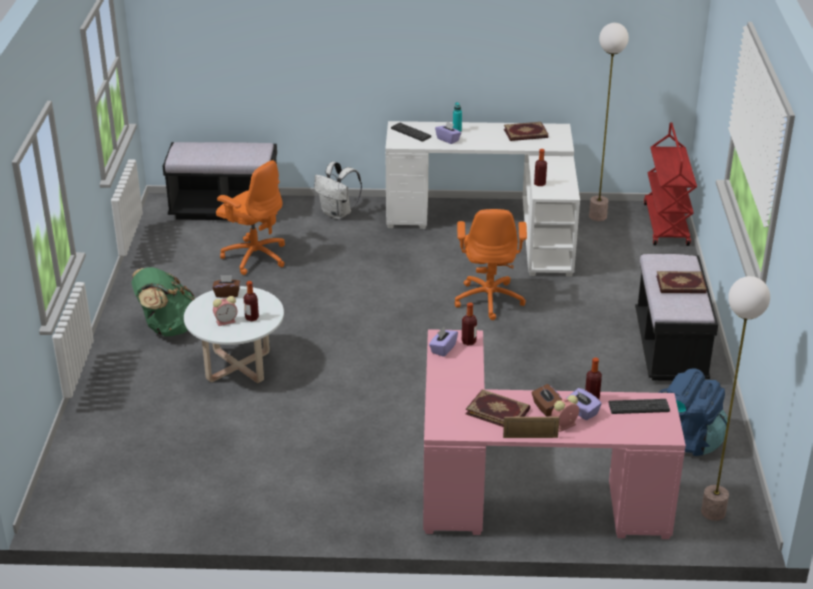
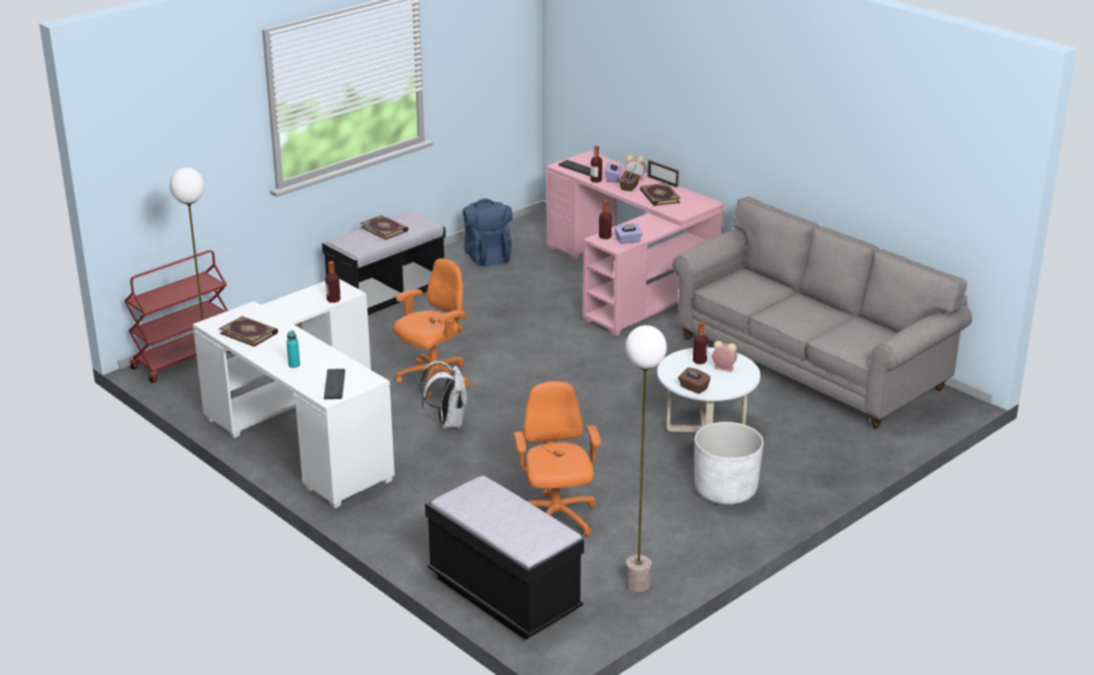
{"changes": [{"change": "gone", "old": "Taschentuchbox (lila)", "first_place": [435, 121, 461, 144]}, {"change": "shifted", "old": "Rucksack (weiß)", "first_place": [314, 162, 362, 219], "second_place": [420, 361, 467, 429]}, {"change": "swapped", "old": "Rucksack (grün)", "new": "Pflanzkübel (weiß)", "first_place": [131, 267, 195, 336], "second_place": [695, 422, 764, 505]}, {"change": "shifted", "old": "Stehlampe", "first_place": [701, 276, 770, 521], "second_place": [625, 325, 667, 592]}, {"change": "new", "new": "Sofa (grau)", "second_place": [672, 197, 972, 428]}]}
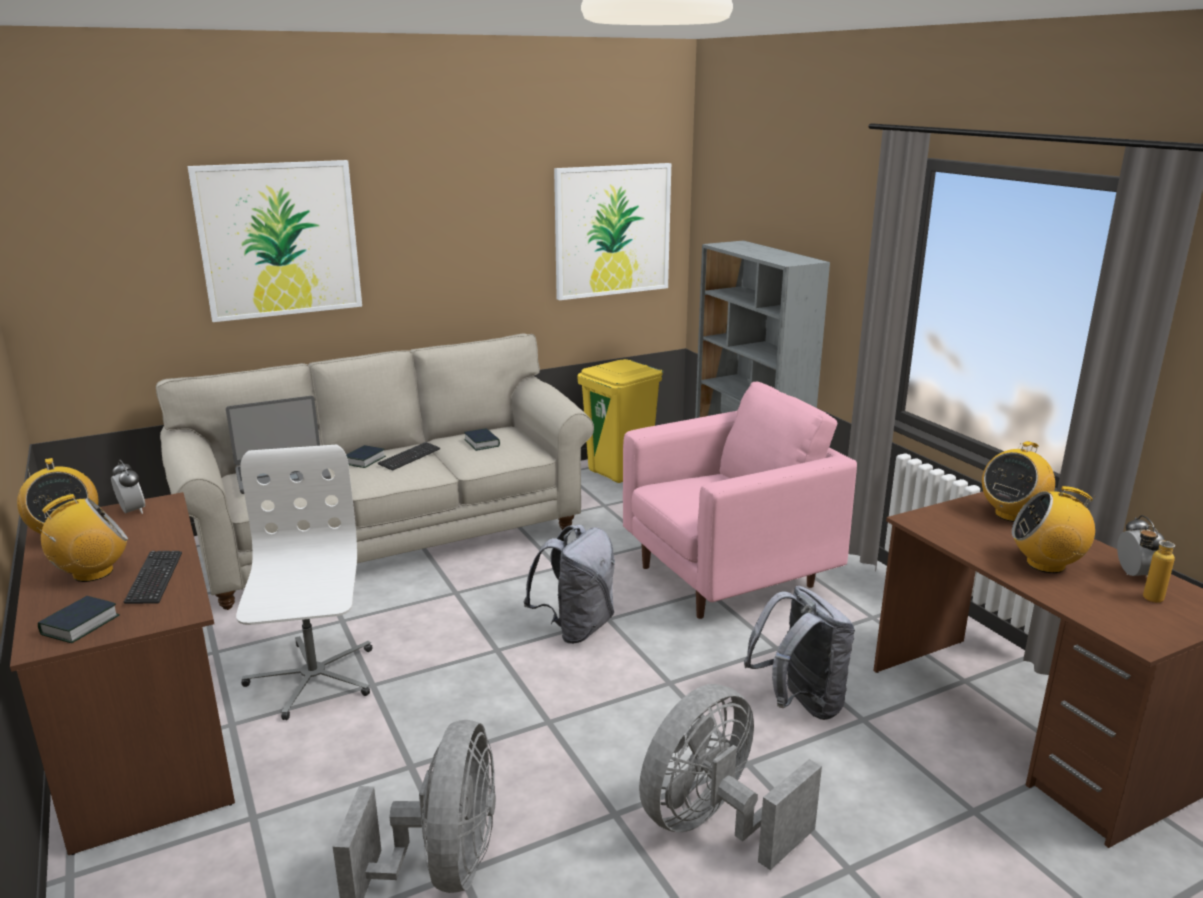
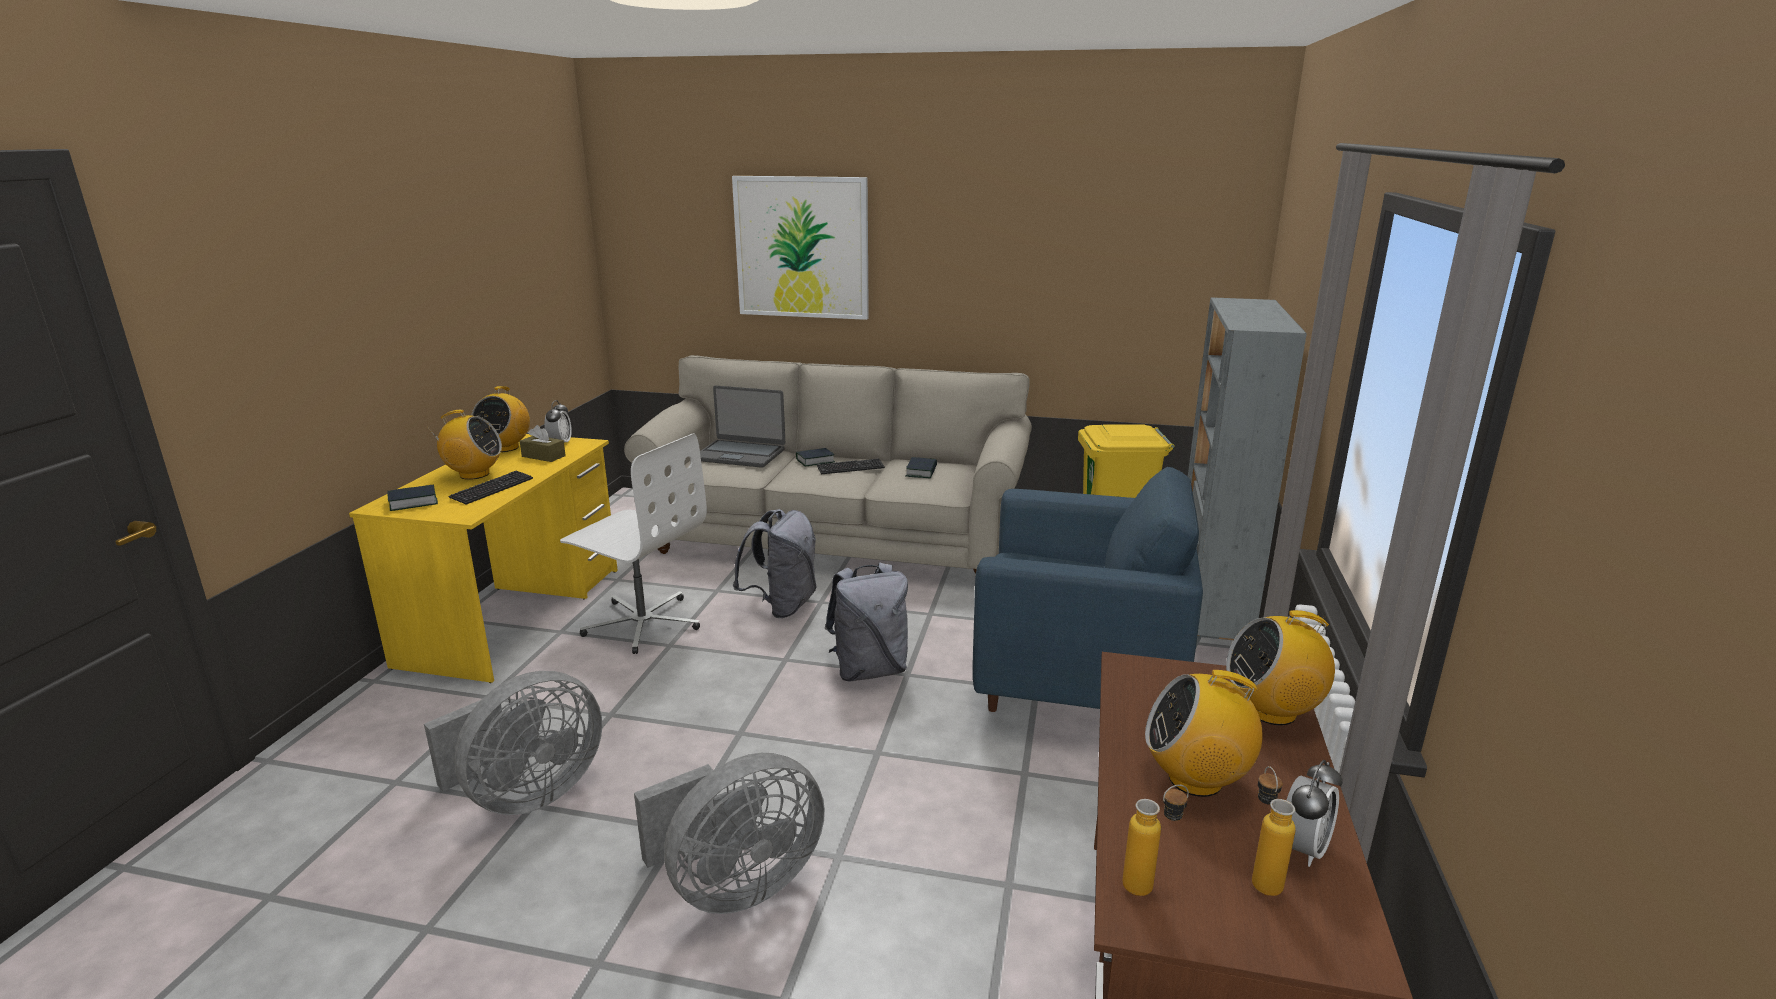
{"changes": [{"change": "gone", "old": "Bild", "first_place": [554, 163, 671, 300]}, {"change": "repainted", "old": "Sessel (rosa)", "new": "Sessel (blau)", "first_place": [623, 381, 857, 619], "second_place": [973, 467, 1203, 712]}, {"change": "rotated", "old": "Bürostuhl (weiß)", "first_place": [236, 444, 372, 720], "second_place": [560, 433, 707, 654], "degrees": 90}, {"change": "rotated", "old": "Radio", "first_place": [1012, 486, 1096, 573], "second_place": [1145, 670, 1263, 797], "degrees": -45}, {"change": "repainted", "old": "Schreibtisch (braun)", "new": "Schreibtisch (gelb)", "first_place": [10, 492, 235, 855], "second_place": [349, 434, 618, 683]}, {"change": "shifted", "old": "Rucksack (grau)", "first_place": [744, 586, 855, 720], "second_place": [733, 509, 816, 618]}, {"change": "rotated", "old": "Ventilator (grau)", "first_place": [639, 684, 822, 870], "second_place": [634, 753, 825, 914], "degrees": 150}, {"change": "new", "new": "Taschentuchbox (braun)", "second_place": [520, 425, 566, 462]}, {"change": "new", "new": "Flasche", "second_place": [1123, 785, 1189, 896]}]}
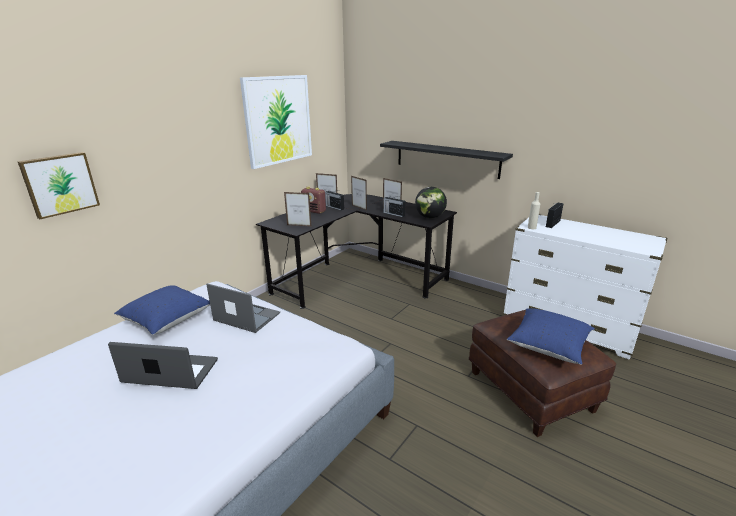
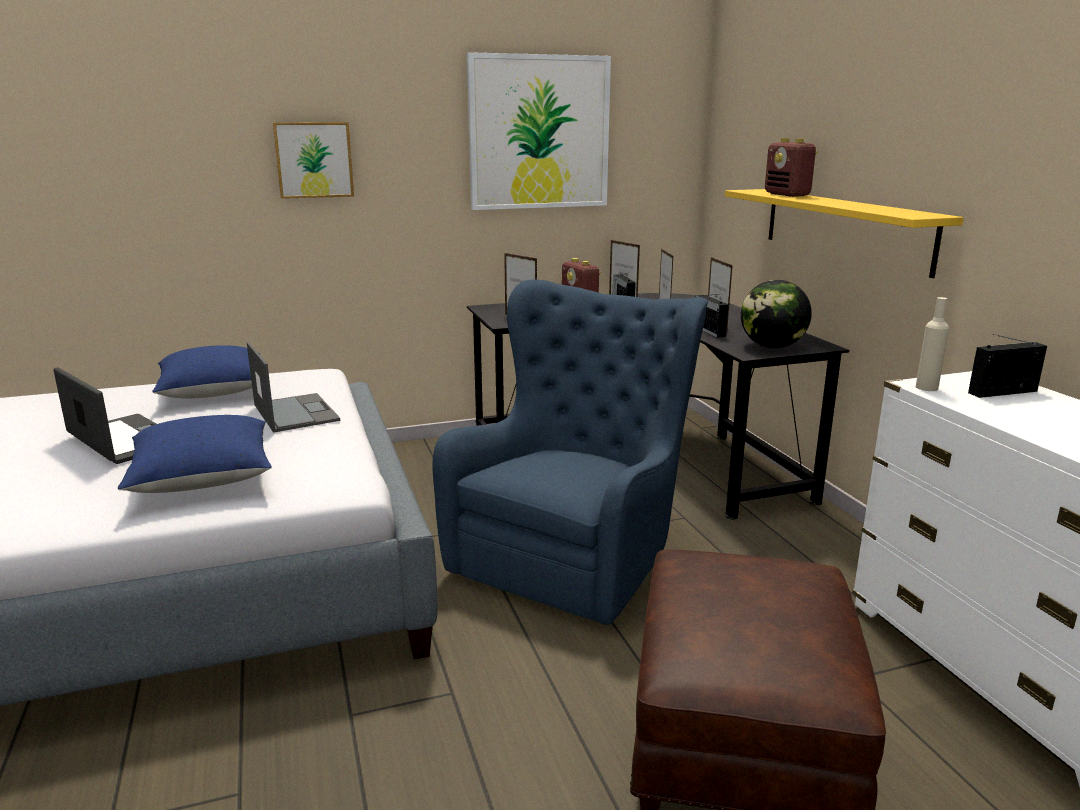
{"changes": [{"change": "repainted", "old": "Wandregal (schwarz)", "new": "Wandregal (gelb)", "first_place": [380, 141, 513, 179], "second_place": [725, 189, 964, 278]}, {"change": "shifted", "old": "Bild", "first_place": [18, 152, 100, 219], "second_place": [273, 122, 354, 199]}, {"change": "shifted", "old": "Kissen (blau)", "first_place": [507, 308, 595, 365], "second_place": [118, 415, 272, 493]}, {"change": "new", "new": "Radio", "second_place": [765, 138, 818, 197]}, {"change": "new", "new": "Sessel (blau)", "second_place": [432, 279, 708, 625]}]}
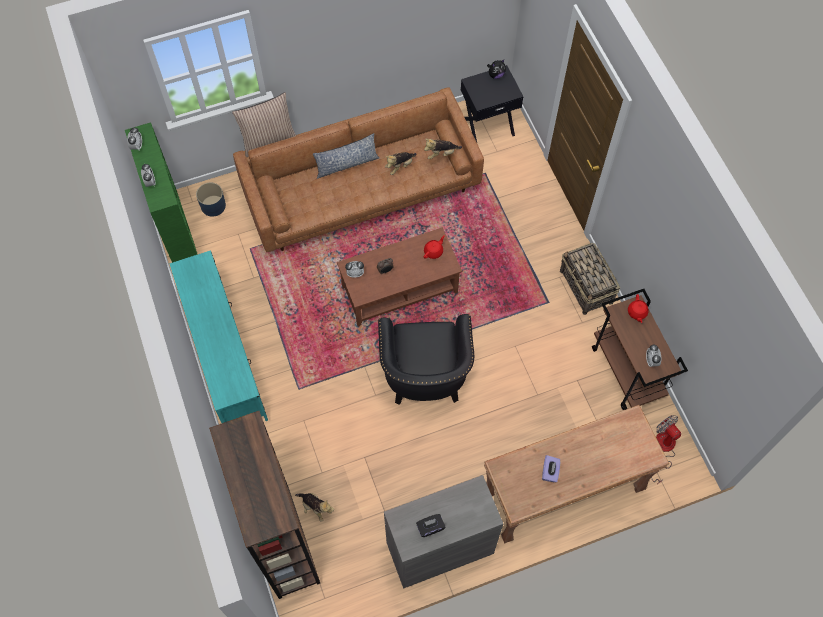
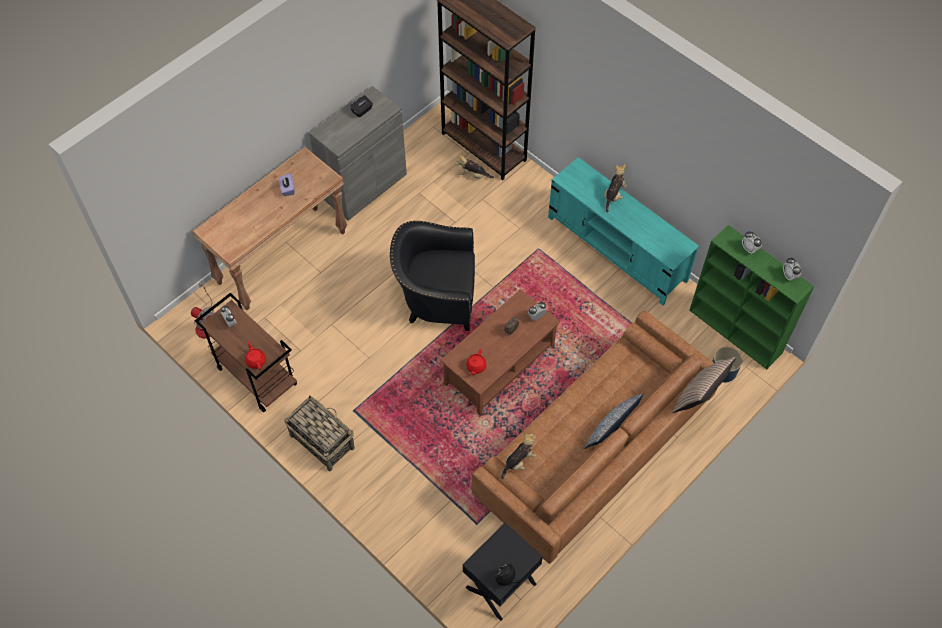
{"changes": [{"change": "shifted", "old": "Plüschtier", "first_place": [385, 152, 416, 175], "second_place": [605, 164, 627, 213]}, {"change": "rotated", "old": "Sessel (schwarz)", "first_place": [378, 314, 474, 405], "second_place": [390, 221, 475, 331], "degrees": -60}]}
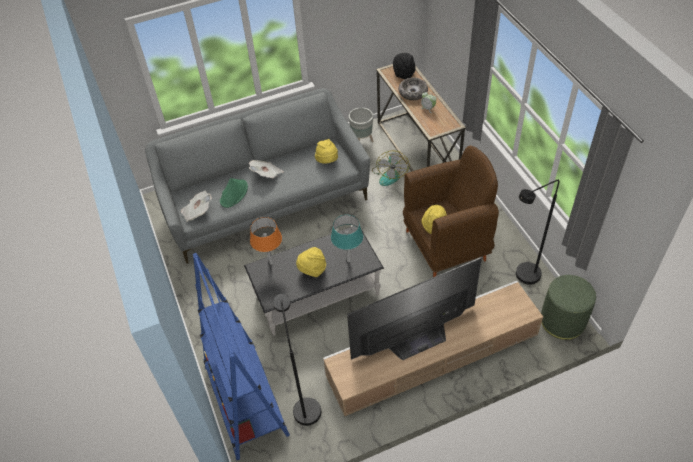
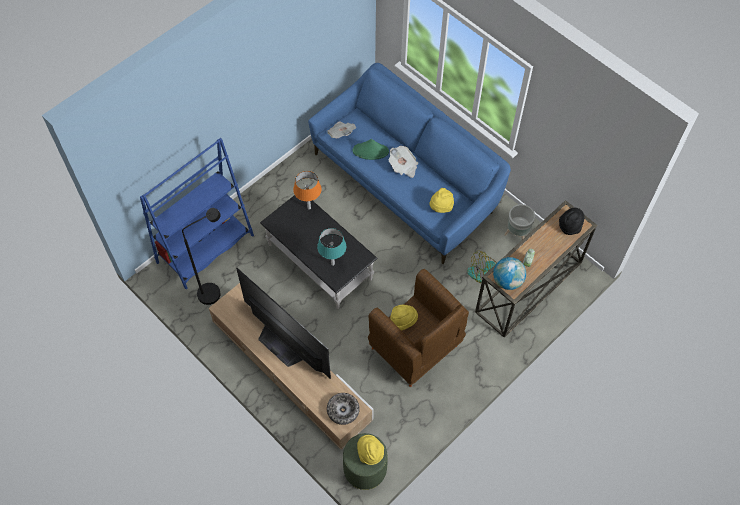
{"changes": [{"change": "shifted", "old": "Schüssel", "first_place": [398, 78, 428, 100], "second_place": [327, 393, 360, 425]}, {"change": "repainted", "old": "Sofa (grau)", "new": "Sofa (blau)", "first_place": [145, 88, 370, 264], "second_place": [308, 63, 511, 264]}, {"change": "gone", "old": "Stehlampe (schwarz)", "first_place": [516, 180, 560, 285]}, {"change": "shifted", "old": "Hut (gelb)", "first_place": [296, 247, 326, 277], "second_place": [357, 435, 384, 465]}, {"change": "new", "new": "Globus", "second_place": [493, 257, 526, 290]}]}
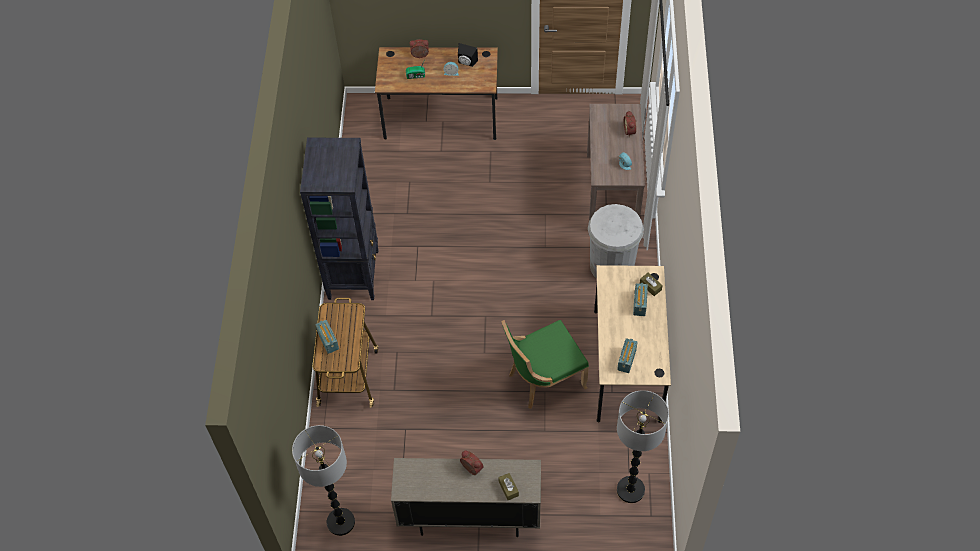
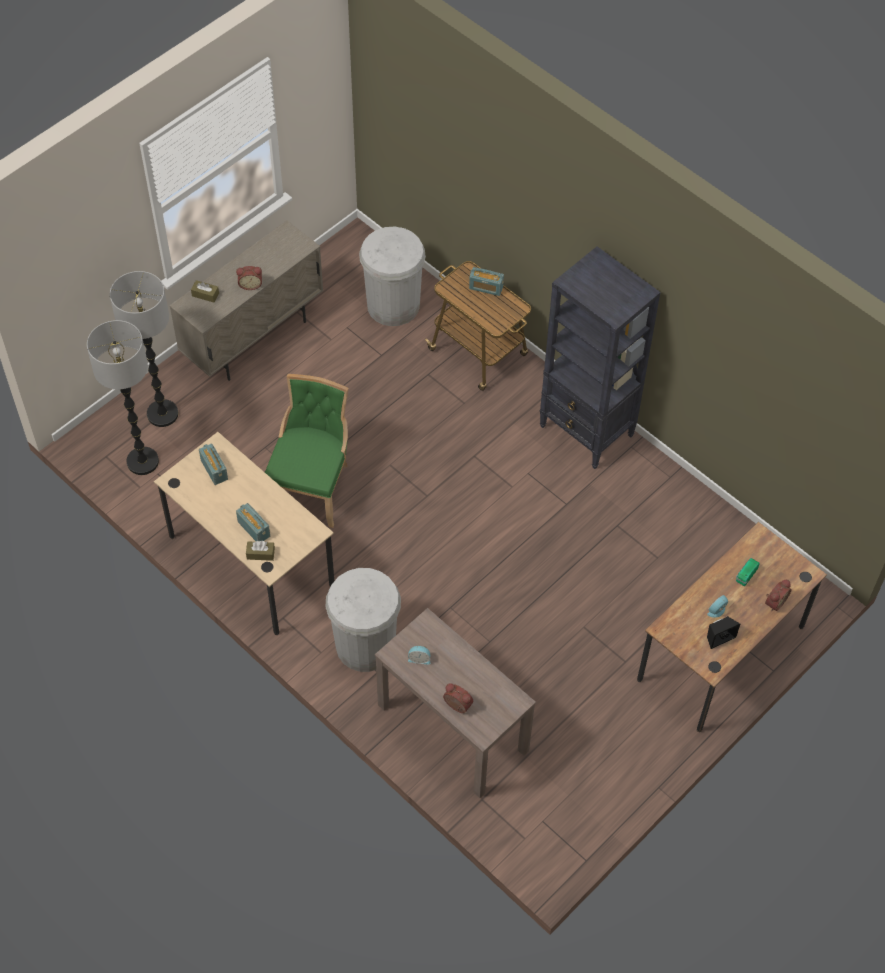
{"changes": [{"change": "shifted", "old": "Stehlampe", "first_place": [292, 425, 355, 536], "second_place": [110, 271, 178, 427]}, {"change": "new", "new": "Mülleimer (weiß)", "second_place": [359, 226, 426, 326]}]}
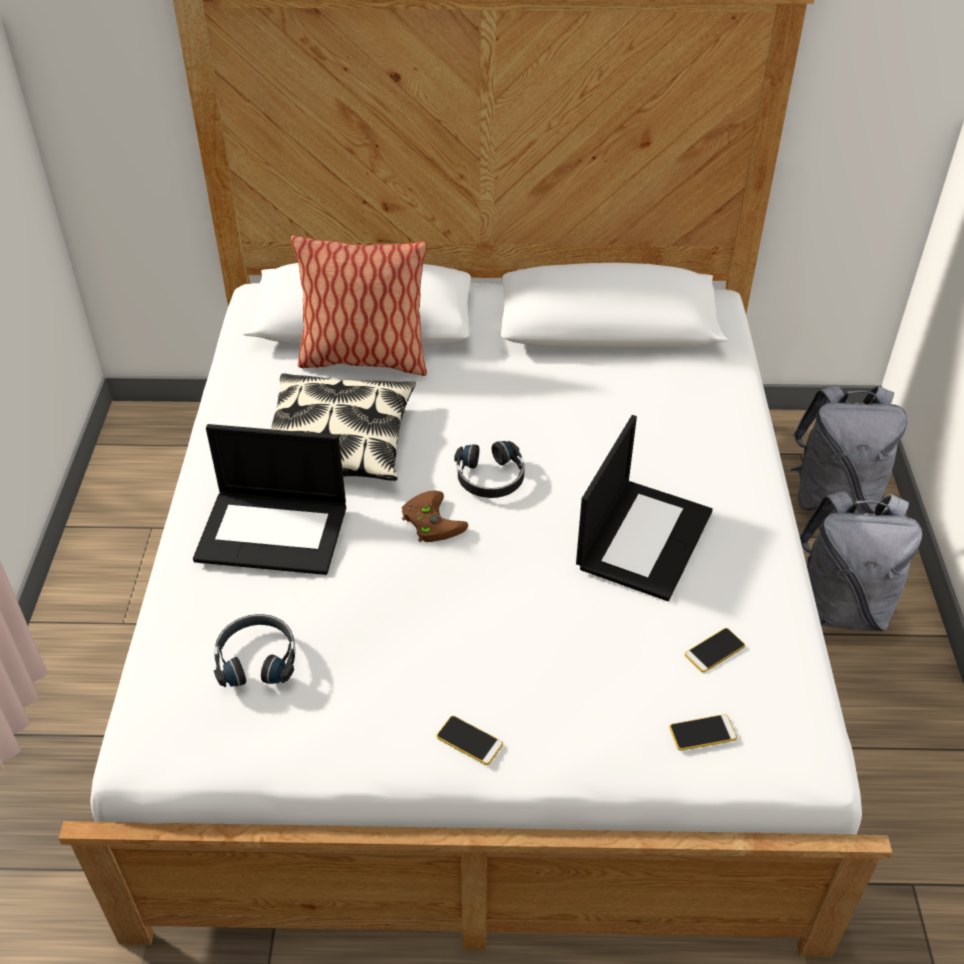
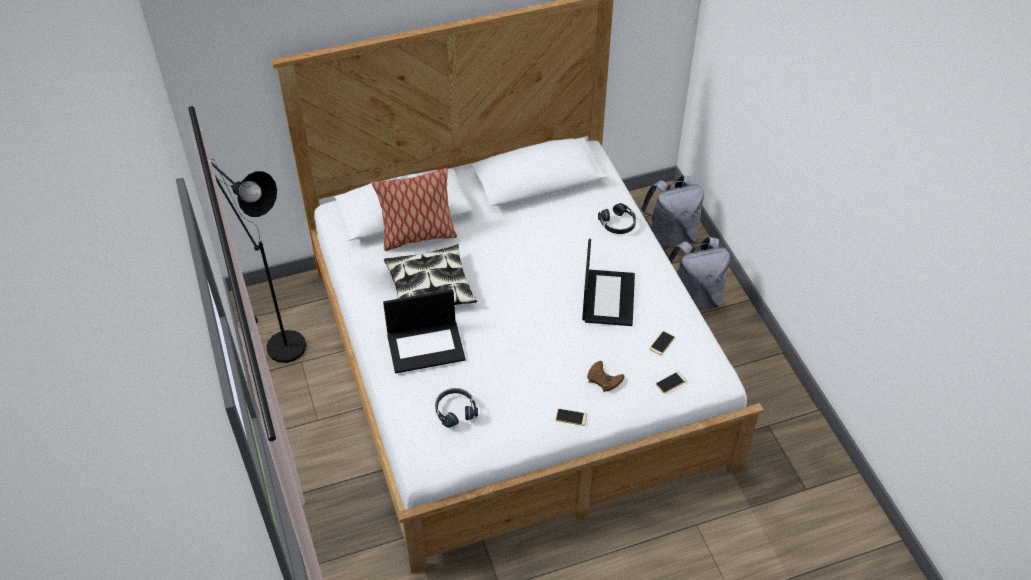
{"changes": [{"change": "shifted", "old": "Kopfhörer (schwarz)", "first_place": [454, 441, 525, 498], "second_place": [598, 203, 636, 234]}, {"change": "shifted", "old": "Gamepad (braun)", "first_place": [402, 490, 468, 542], "second_place": [587, 361, 625, 392]}, {"change": "new", "new": "Stehlampe (schwarz)", "second_place": [211, 159, 306, 363]}]}
